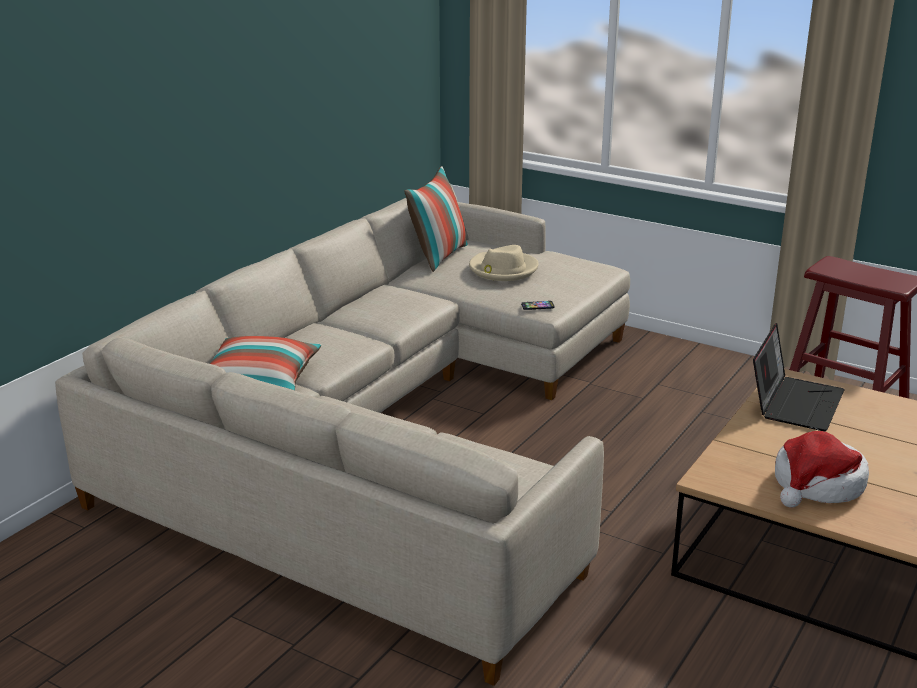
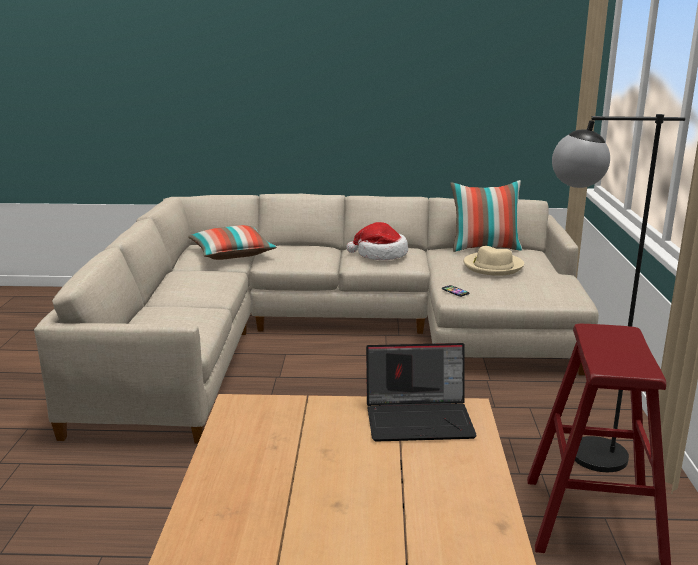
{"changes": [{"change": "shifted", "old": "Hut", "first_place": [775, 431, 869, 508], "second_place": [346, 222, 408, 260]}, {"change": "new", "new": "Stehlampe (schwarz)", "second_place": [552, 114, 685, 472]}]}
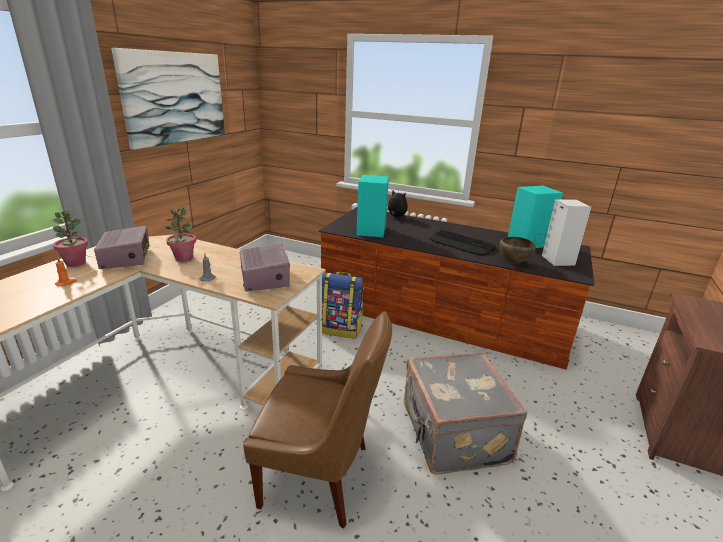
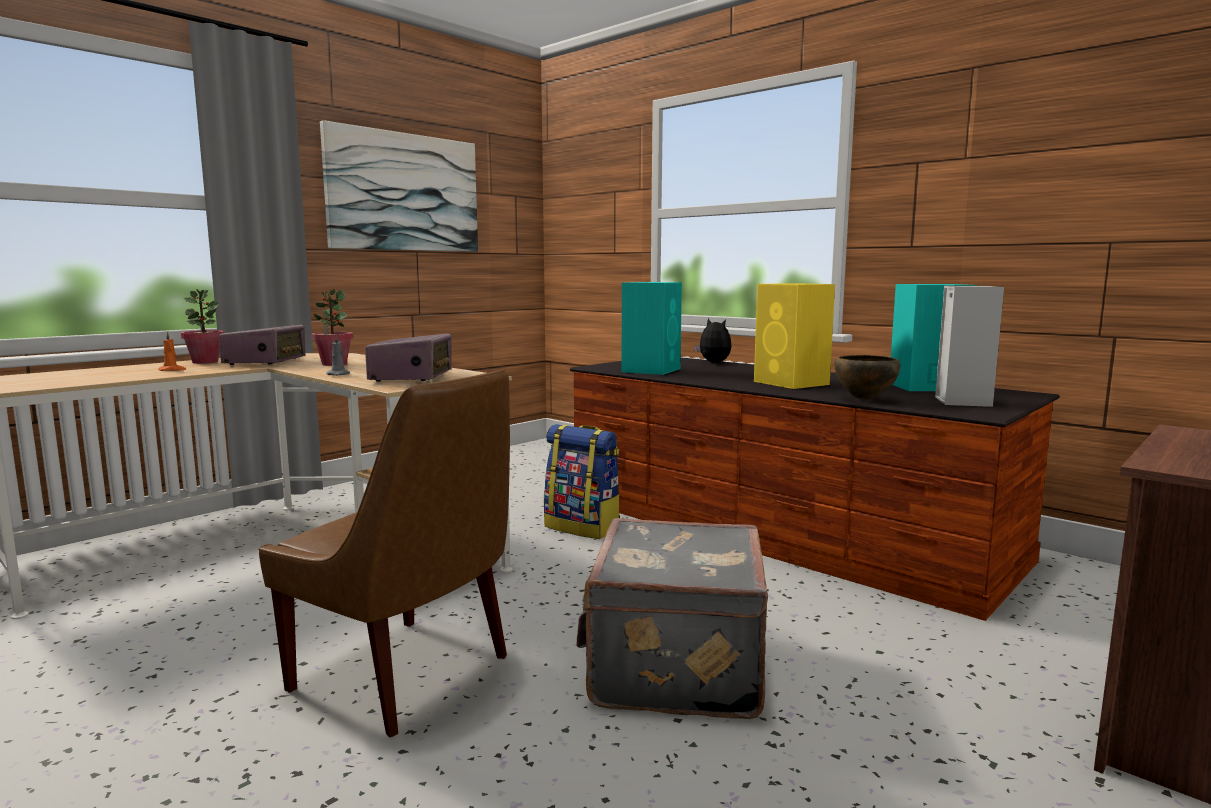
{"changes": [{"change": "swapped", "old": "Tastatur", "new": "Lautsprecher (gelb)", "first_place": [429, 230, 496, 256], "second_place": [754, 283, 835, 389]}]}
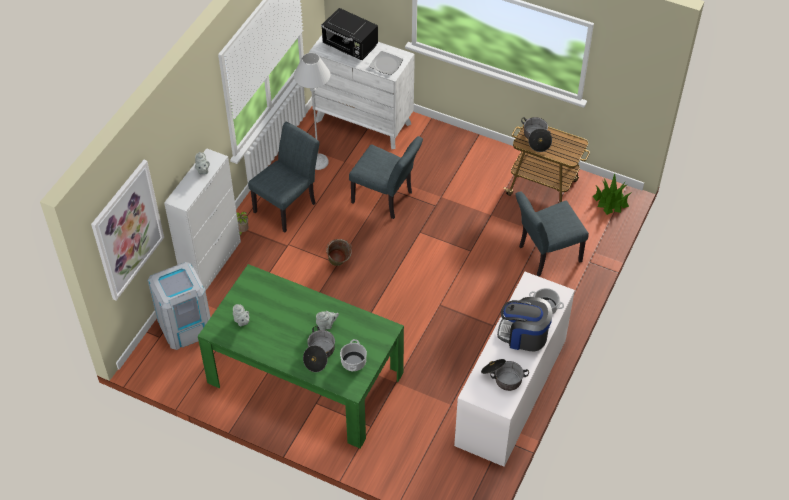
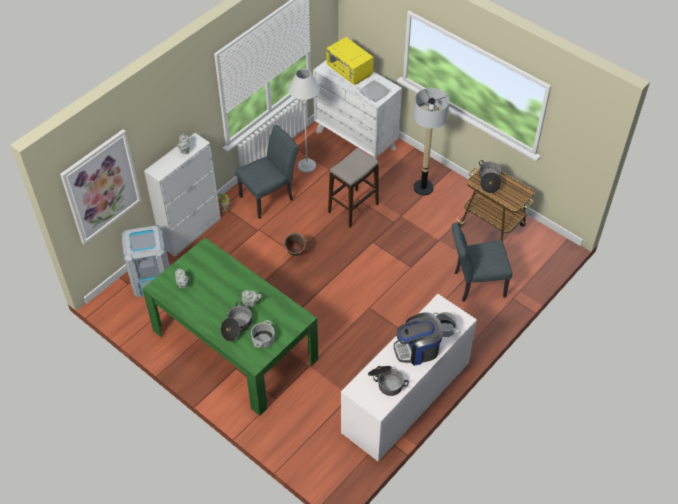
{"changes": [{"change": "repainted", "old": "Mikrowelle (schwarz)", "new": "Mikrowelle (gelb)", "first_place": [321, 8, 378, 60], "second_place": [326, 37, 374, 85]}, {"change": "swapped", "old": "Stuhl (grau)", "new": "Hocker", "first_place": [349, 136, 423, 219], "second_place": [328, 148, 379, 228]}, {"change": "gone", "old": "Topfpflanze", "first_place": [593, 173, 632, 215]}, {"change": "rotated", "old": "Kaffeemaschine", "first_place": [497, 297, 553, 351], "second_place": [394, 312, 443, 366], "degrees": -45}, {"change": "new", "new": "Stehlampe", "second_place": [414, 88, 450, 196]}]}
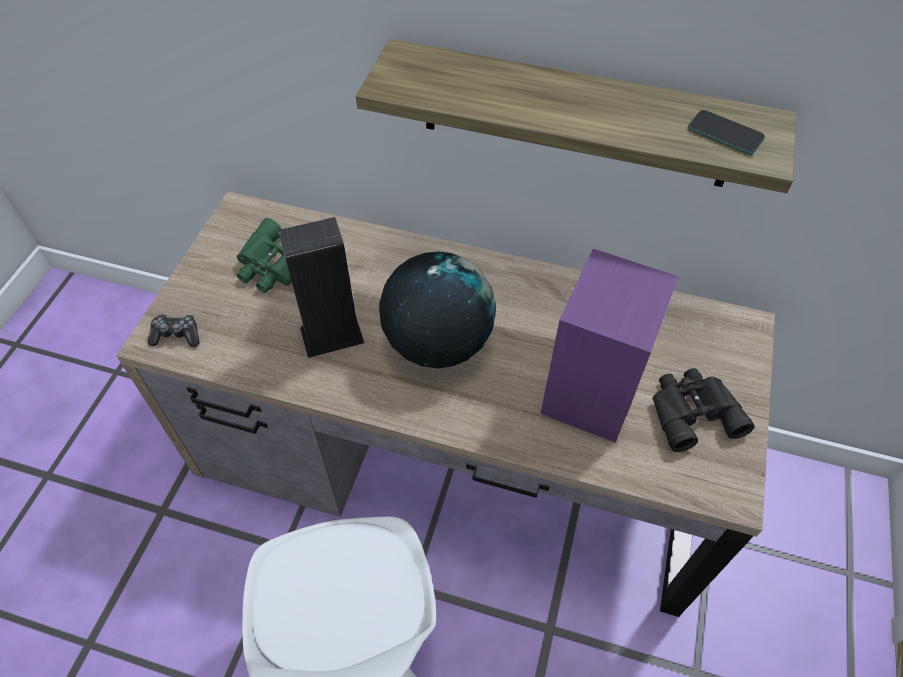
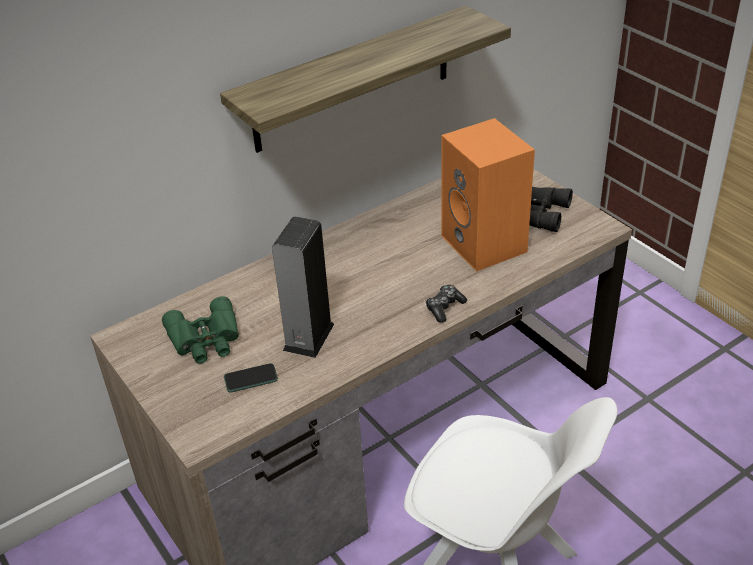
{"changes": [{"change": "shifted", "old": "Handy", "first_place": [688, 110, 765, 155], "second_place": [224, 363, 278, 392]}, {"change": "repainted", "old": "Lautsprecher (lila)", "new": "Lautsprecher (orange)", "first_place": [540, 249, 679, 443], "second_place": [441, 118, 535, 271]}, {"change": "gone", "old": "Globus", "first_place": [379, 251, 496, 368]}, {"change": "shifted", "old": "Gamepad", "first_place": [148, 314, 199, 347], "second_place": [426, 285, 467, 323]}]}
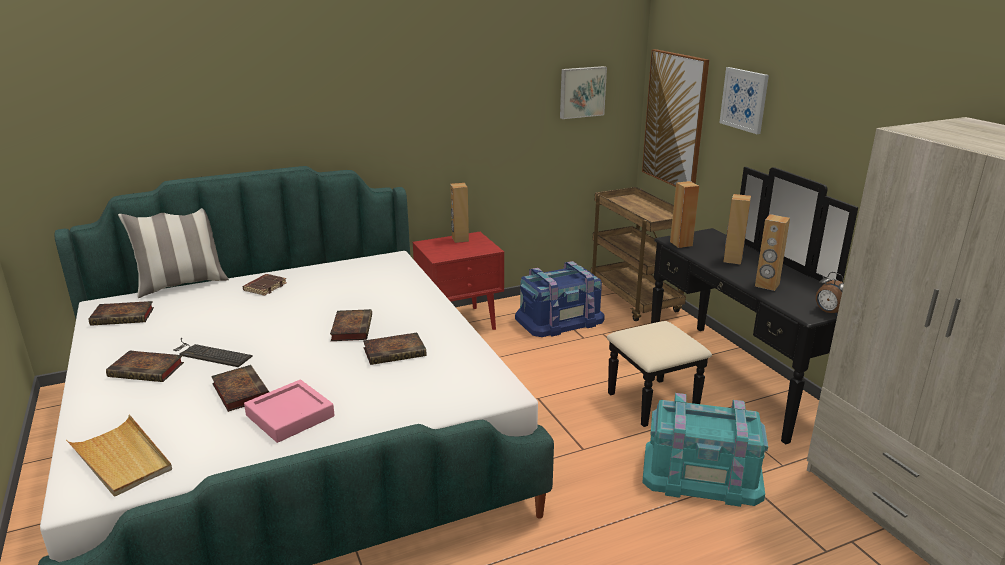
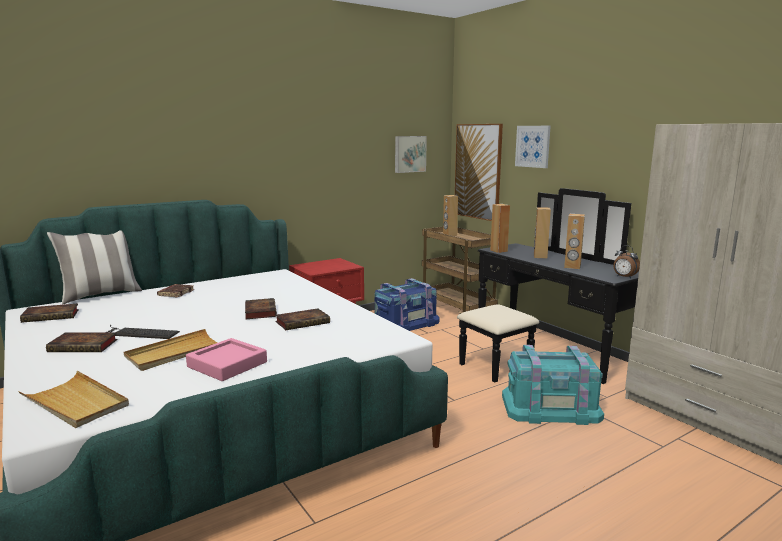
{"changes": [{"change": "shifted", "old": "Lautsprecher (braun)", "first_place": [450, 183, 469, 243], "second_place": [443, 195, 458, 236]}, {"change": "swapped", "old": "Buch", "new": "Tablett (beige)", "first_place": [211, 365, 269, 412], "second_place": [124, 329, 218, 371]}]}
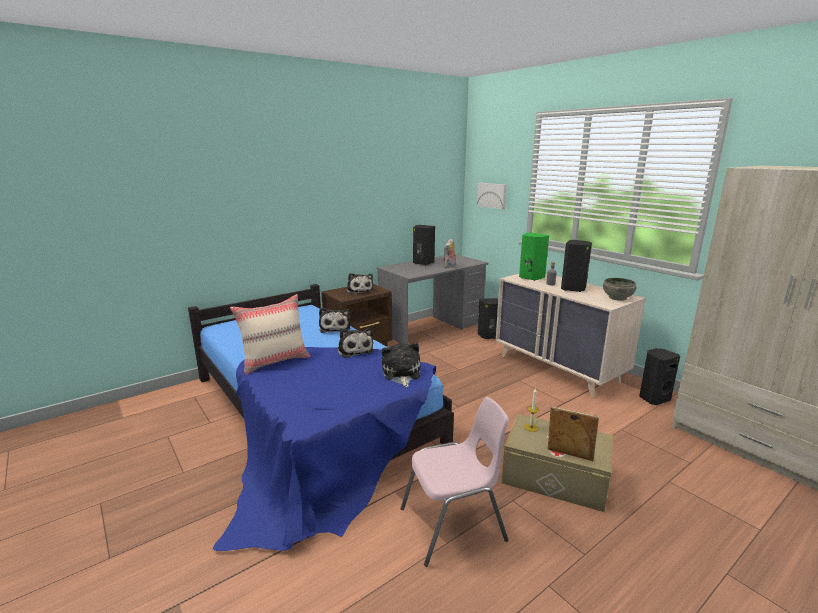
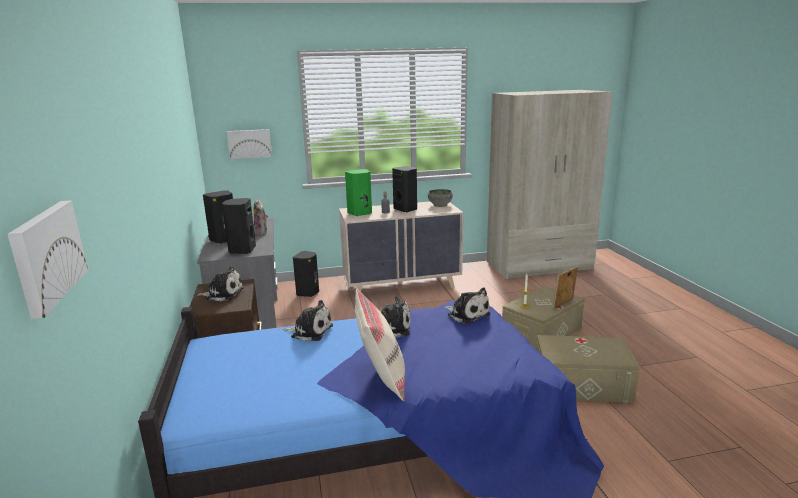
{"changes": [{"change": "rotated", "old": "Plüschtier", "first_place": [382, 343, 421, 387], "second_place": [445, 287, 491, 324], "degrees": -150}, {"change": "shifted", "old": "Lautsprecher (schwarz)", "first_place": [639, 348, 680, 405], "second_place": [222, 198, 256, 254]}, {"change": "swapped", "old": "Stuhl (rosa)", "new": "Aufbewahrungsbox (beige)", "first_place": [401, 397, 509, 567], "second_place": [536, 335, 640, 403]}, {"change": "new", "new": "Bild", "second_place": [7, 200, 88, 319]}]}
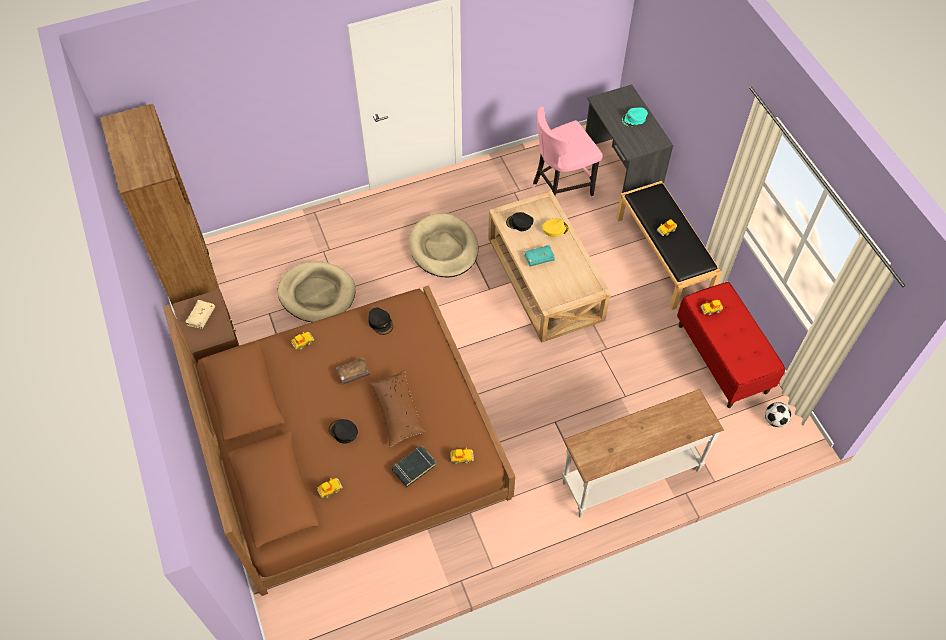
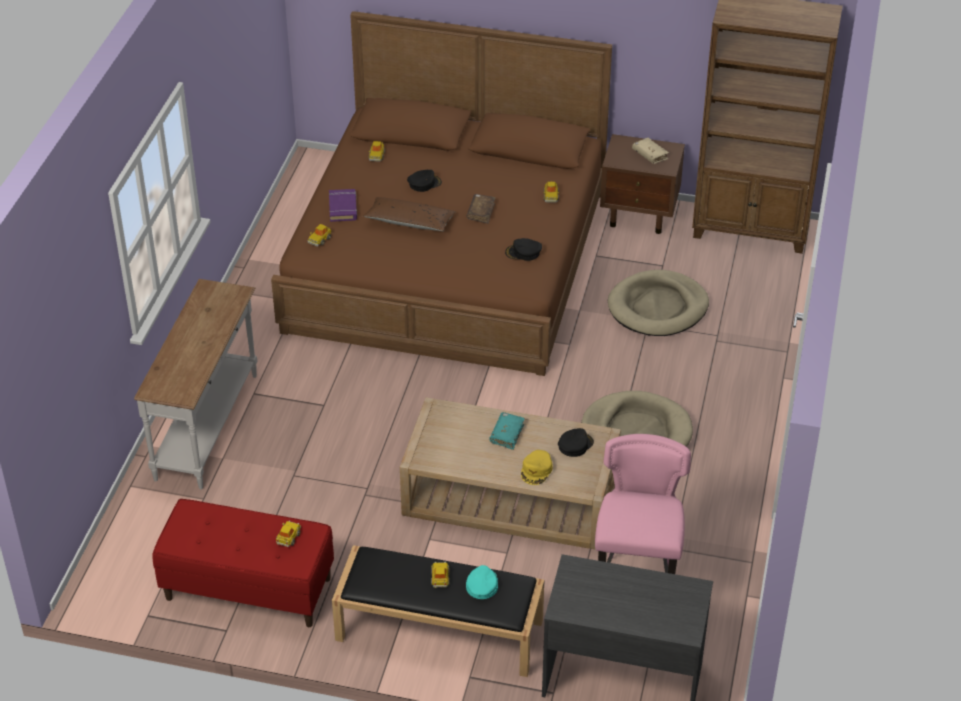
{"changes": [{"change": "shifted", "old": "Kappe (türkis)", "first_place": [622, 108, 648, 126], "second_place": [466, 565, 498, 599]}, {"change": "gone", "old": "Fußball", "first_place": [765, 402, 791, 427]}, {"change": "repainted", "old": "Buch (schwarz)", "new": "Buch (lila)", "first_place": [392, 445, 437, 488], "second_place": [329, 189, 357, 222]}]}
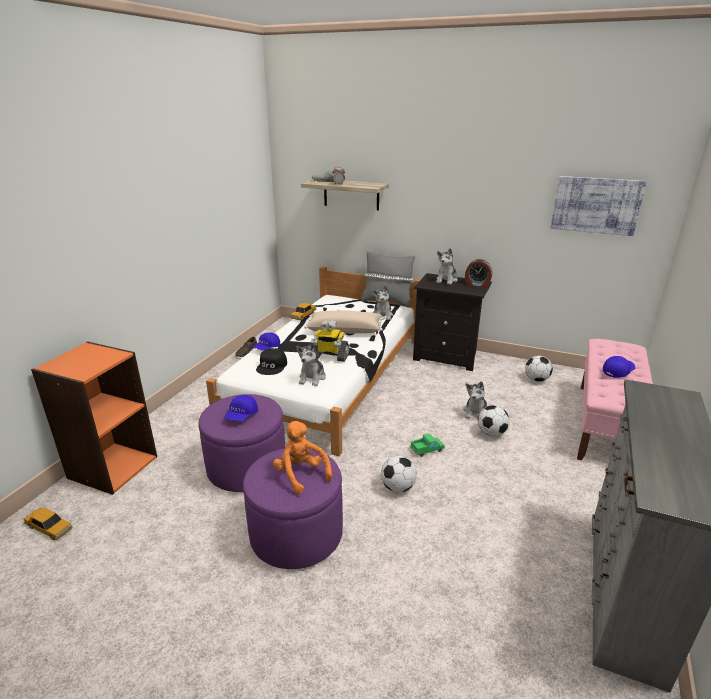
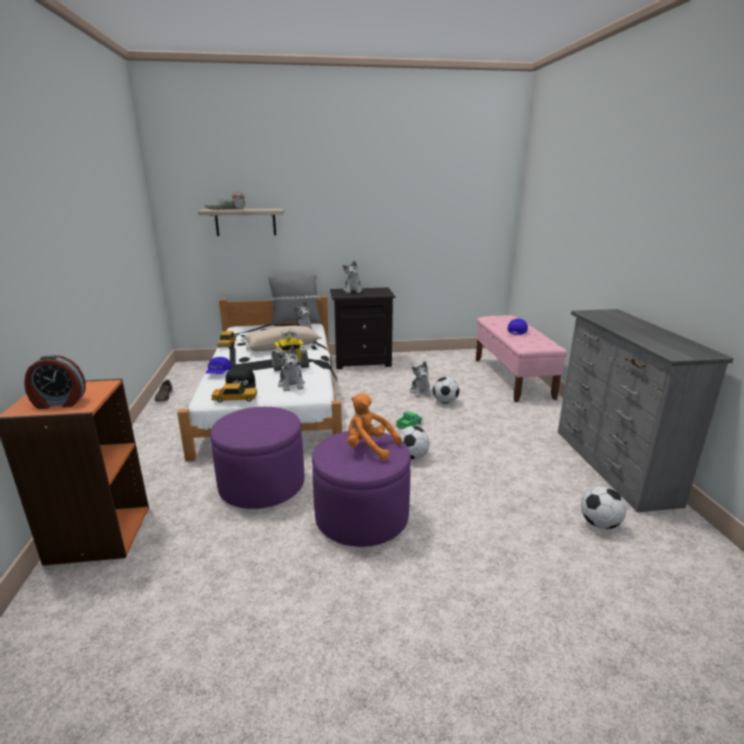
{"changes": [{"change": "gone", "old": "Bild", "first_place": [550, 176, 647, 236]}, {"change": "shifted", "old": "Wecker", "first_place": [465, 259, 492, 288], "second_place": [24, 355, 86, 409]}, {"change": "shifted", "old": "Fußball", "first_place": [525, 356, 553, 382], "second_place": [581, 486, 626, 529]}, {"change": "gone", "old": "Kappe (blau)", "first_place": [224, 395, 258, 421]}, {"change": "shifted", "old": "Spielzeugauto", "first_place": [24, 507, 72, 540], "second_place": [211, 383, 257, 403]}]}
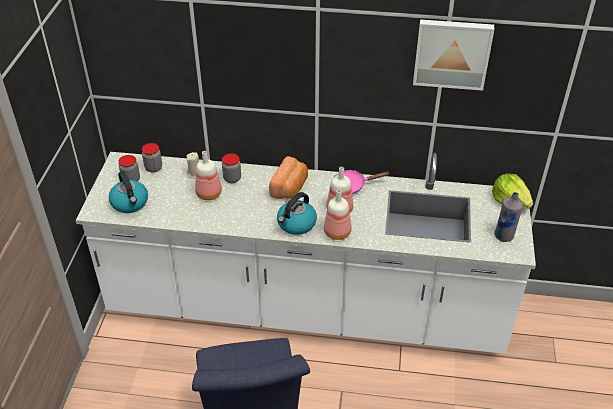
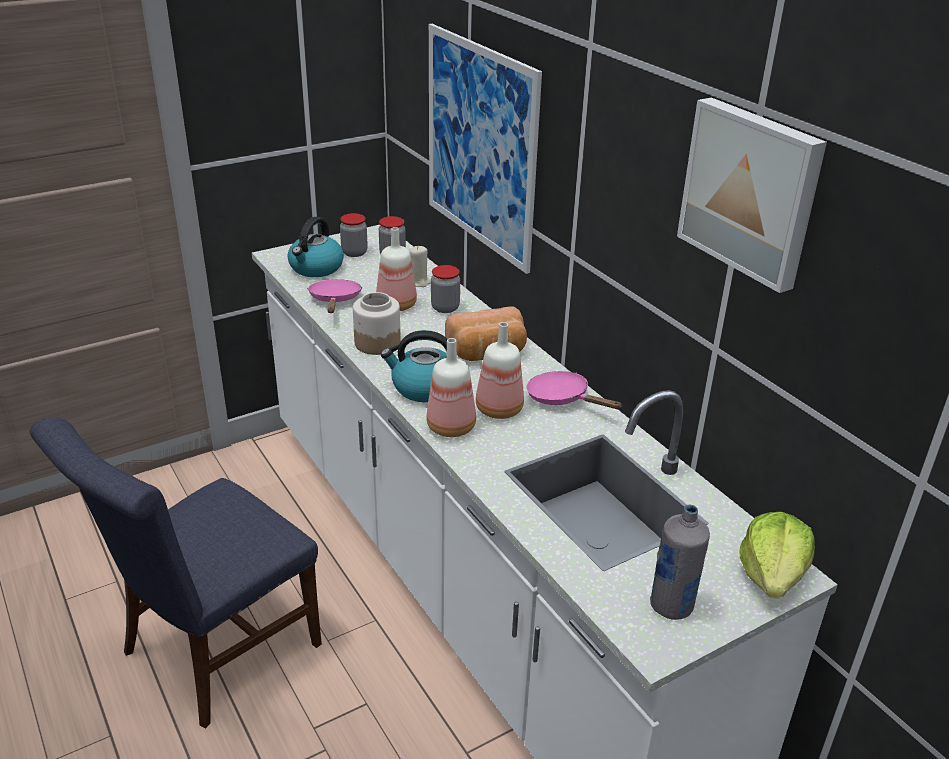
{"changes": [{"change": "new", "new": "Bild", "second_place": [429, 24, 542, 274]}, {"change": "new", "new": "Pfanne (rosa)", "second_place": [307, 279, 362, 313]}, {"change": "new", "new": "Vorratsglas", "second_place": [353, 292, 401, 355]}]}
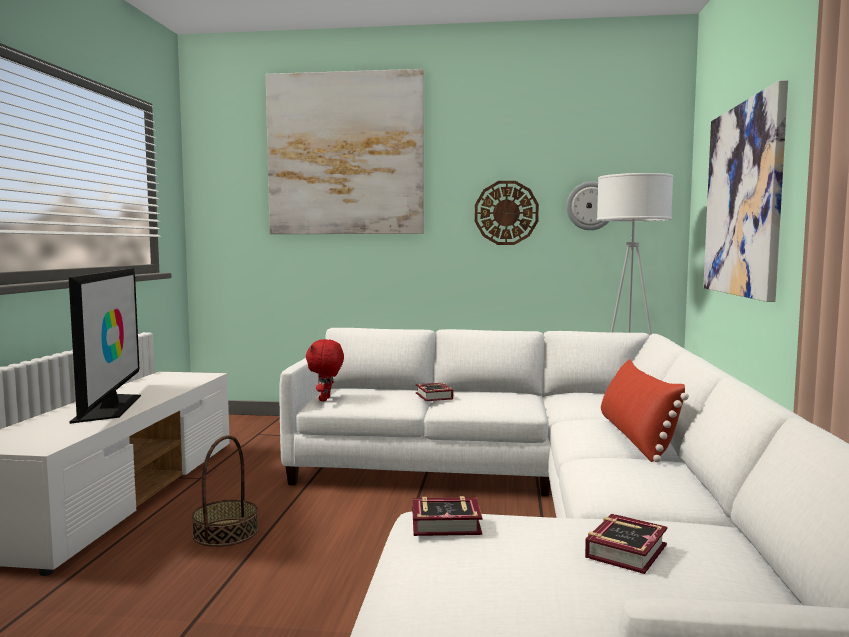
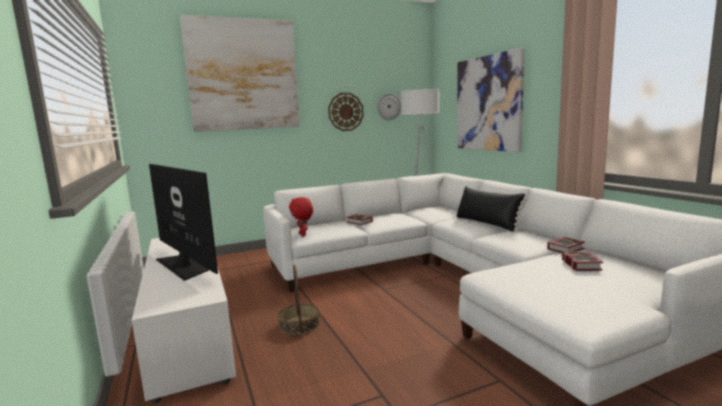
{"changes": [{"change": "repainted", "old": "Kissen (rot)", "new": "Kissen (schwarz)", "first_place": [601, 359, 689, 462], "second_place": [456, 186, 527, 232]}, {"change": "shifted", "old": "Buch", "first_place": [413, 496, 482, 536], "second_place": [547, 237, 585, 253]}]}
